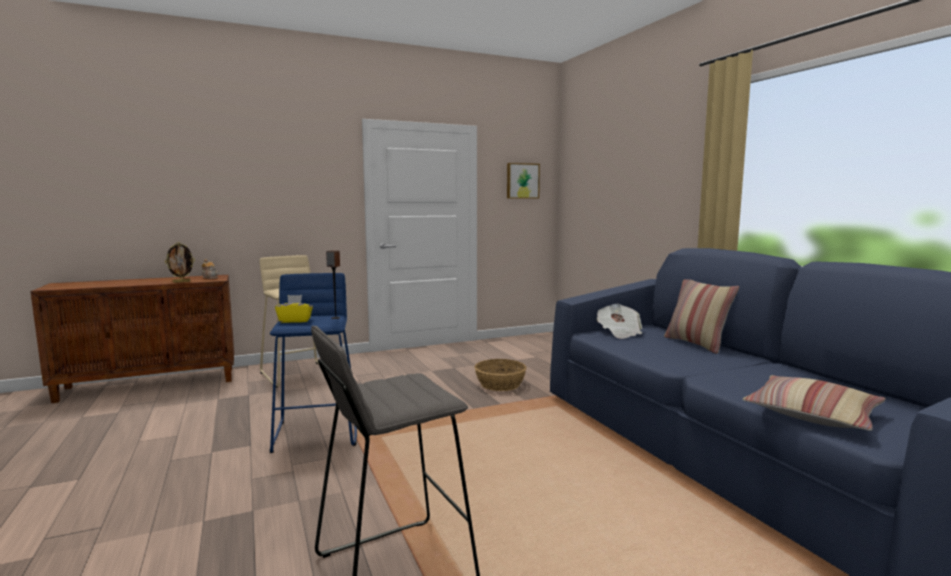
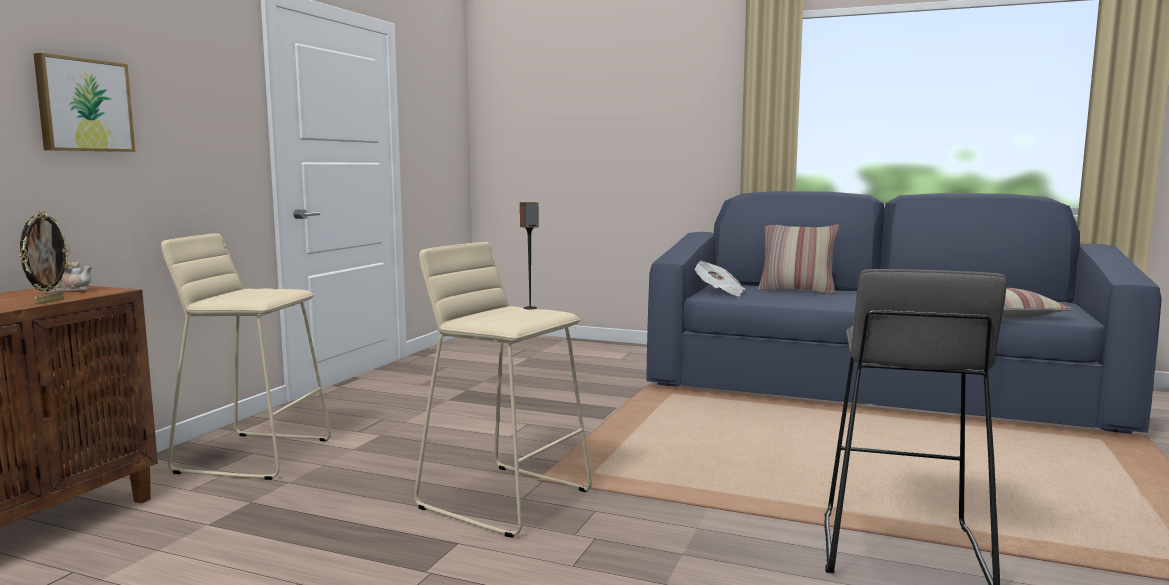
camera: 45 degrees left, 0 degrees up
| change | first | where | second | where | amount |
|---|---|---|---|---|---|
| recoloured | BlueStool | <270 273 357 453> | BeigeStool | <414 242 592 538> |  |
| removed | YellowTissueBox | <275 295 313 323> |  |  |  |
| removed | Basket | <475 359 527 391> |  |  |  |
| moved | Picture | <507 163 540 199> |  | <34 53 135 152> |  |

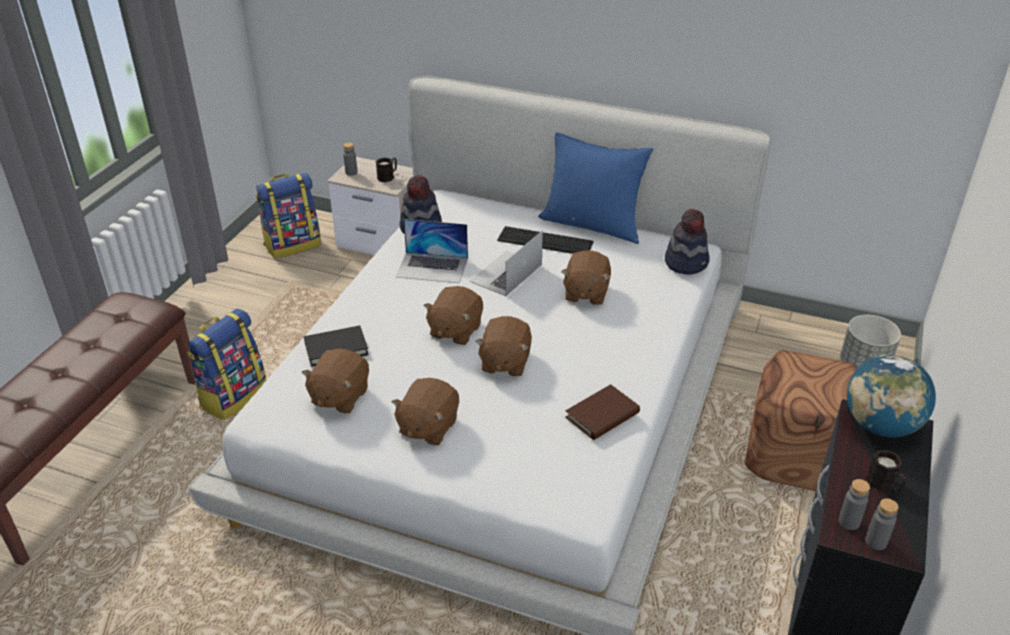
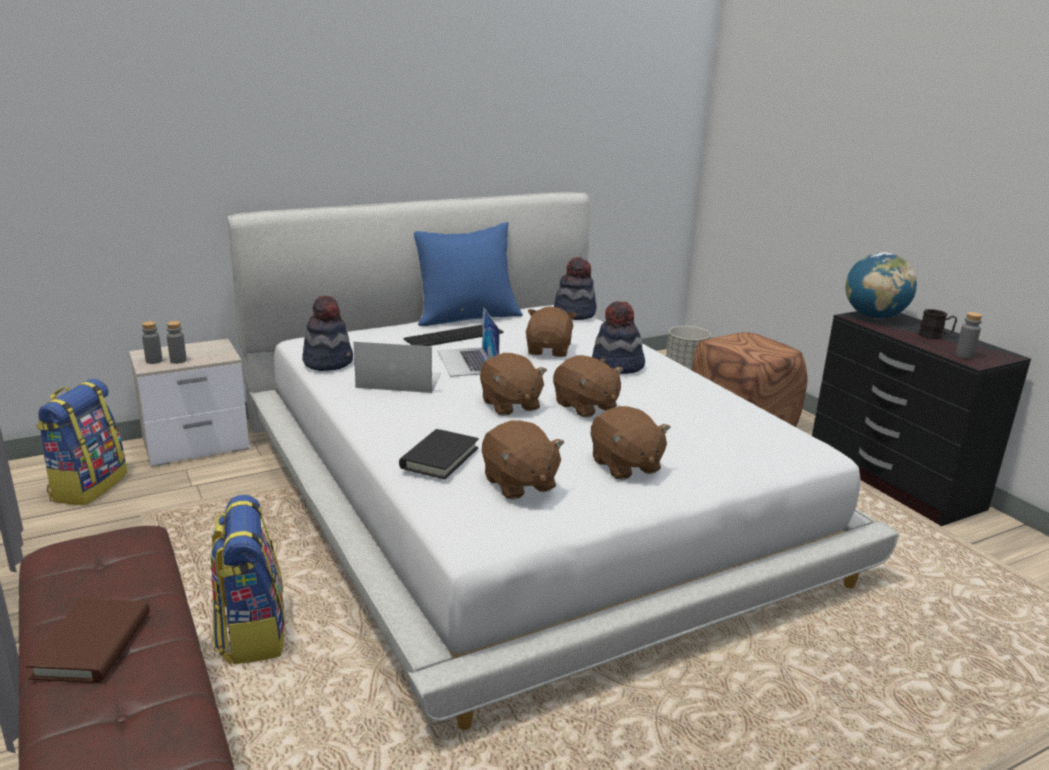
camera: 50 degrees left, 15 degrees down
| change | first | where | second | where | amount |
|---|---|---|---|---|---|
| removed | BlackMug | <376 157 397 182> |  |  |  |
| turned | Laptop | <396 219 468 283> |  | <354 342 441 393> | 135 degrees counterclockwise |
| turned | BrownPlushToy | <561 250 611 305> |  | <526 307 577 357> | 135 degrees counterclockwise |
| moved | BrownBook | <565 384 640 440> |  | <26 598 150 683> |  |
| moved | GreyBottle | <865 498 899 550> |  | <167 321 187 364> |  |
| added |  |  | Hat | <592 302 645 374> |  |

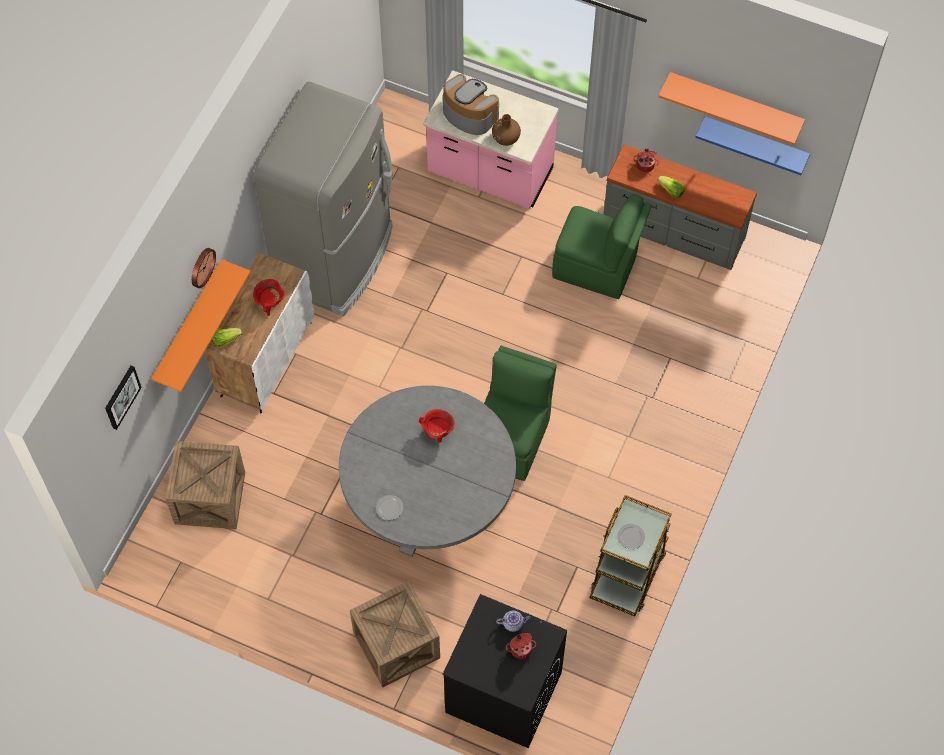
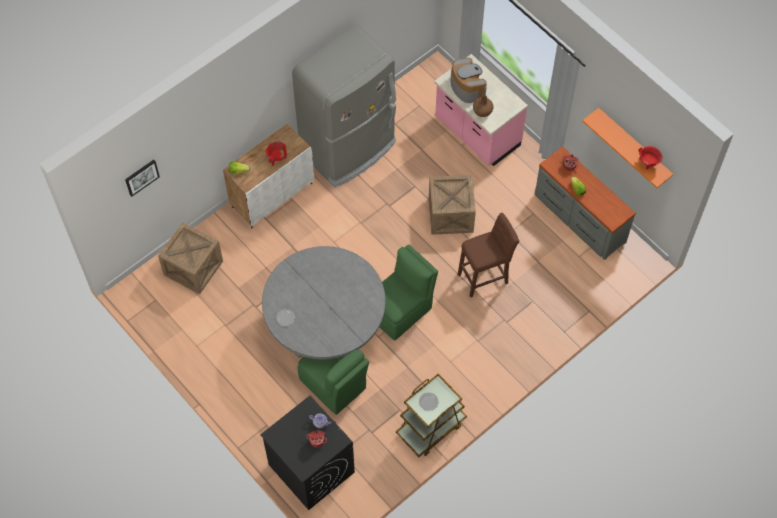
camera: 25 degrees right, 0 degrees up
| change | first | where | second | where | amount |
|---|---|---|---|---|---|
| removed | OrangeShelf | <151 259 250 392> |  |  |  |
| removed | WallClock | <192 248 216 288> |  |  |  |
| moved | Crate | <350 581 440 688> |  | <429 175 476 235> |  |
| moved | RedCookingPot | <419 409 455 442> |  | <638 146 663 170> |  |
| moved | GreenChair | <552 194 652 299> |  | <297 349 369 415> |  |
| removed | BlueShelf | <695 116 810 175> |  |  |  |
| added |  |  | BrownStool | <458 213 519 298> |  |

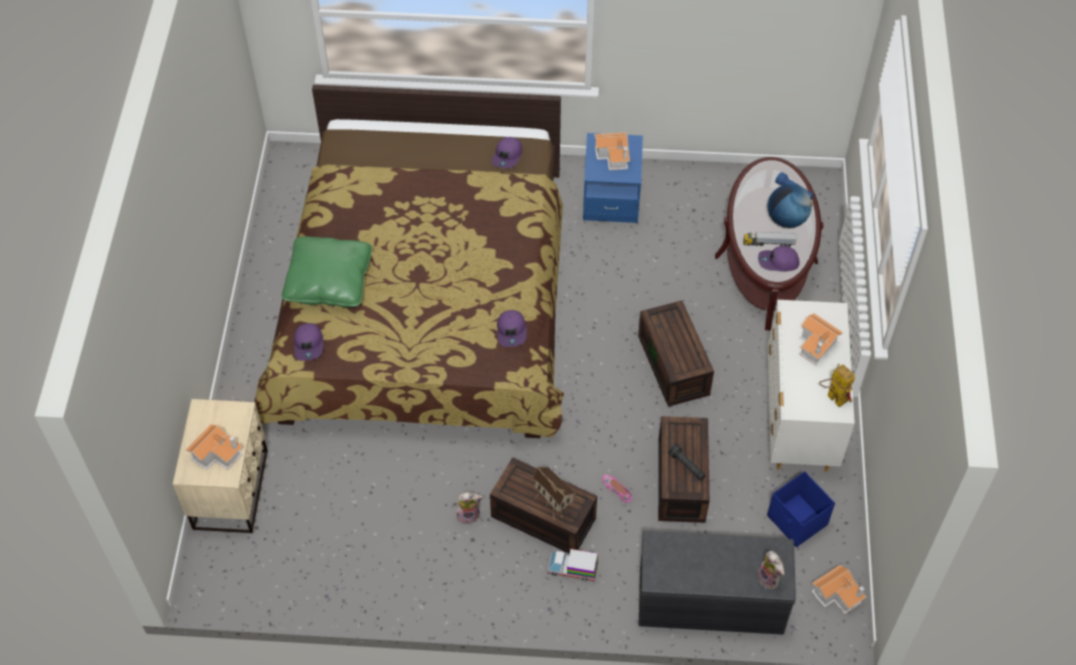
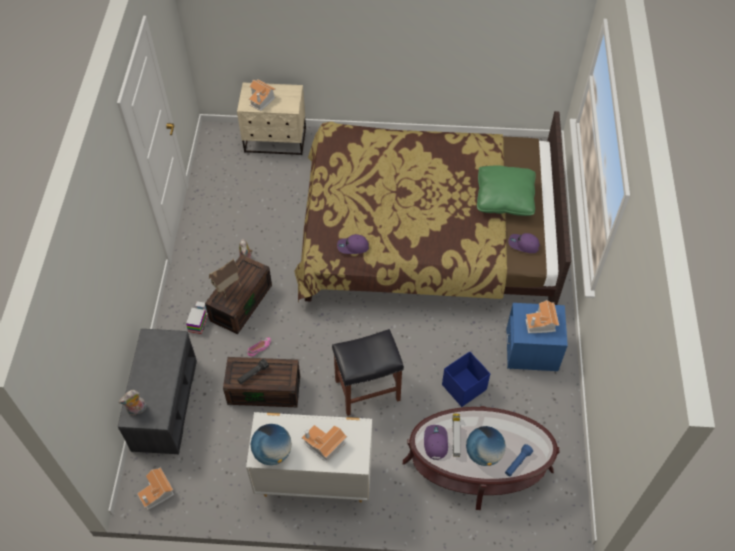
camera: 90 degrees right, 0 degrees up
| change | first | where | second | where | amount |
|---|---|---|---|---|---|
| moved | GreenPillow | <281 236 372 307> |  | <477 165 536 216> |  |
| removed | PurpleCap | <294 323 323 361> |  |  |  |
| replaced | BrownStorageBox | <638 300 714 407> | BlackStool | <332 329 404 416> |  |
| moved | BlueStorageBox | <767 471 835 547> |  | <442 351 490 407> |  |
| replaced | ToyRobot | <819 364 855 408> | Globe | <251 424 292 465> |  |

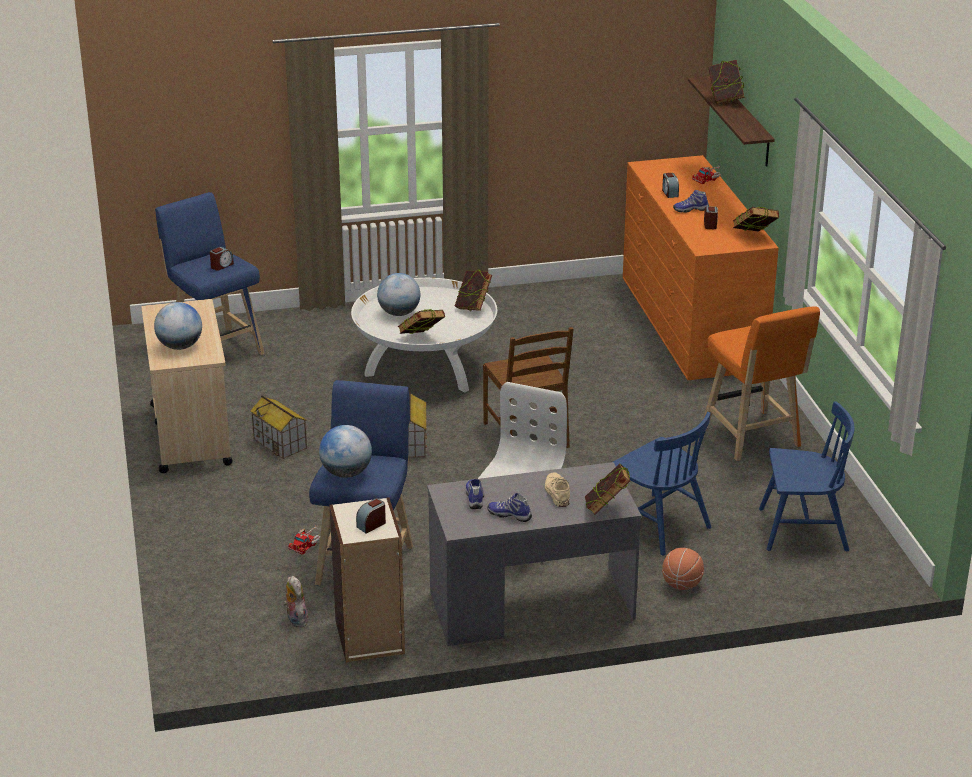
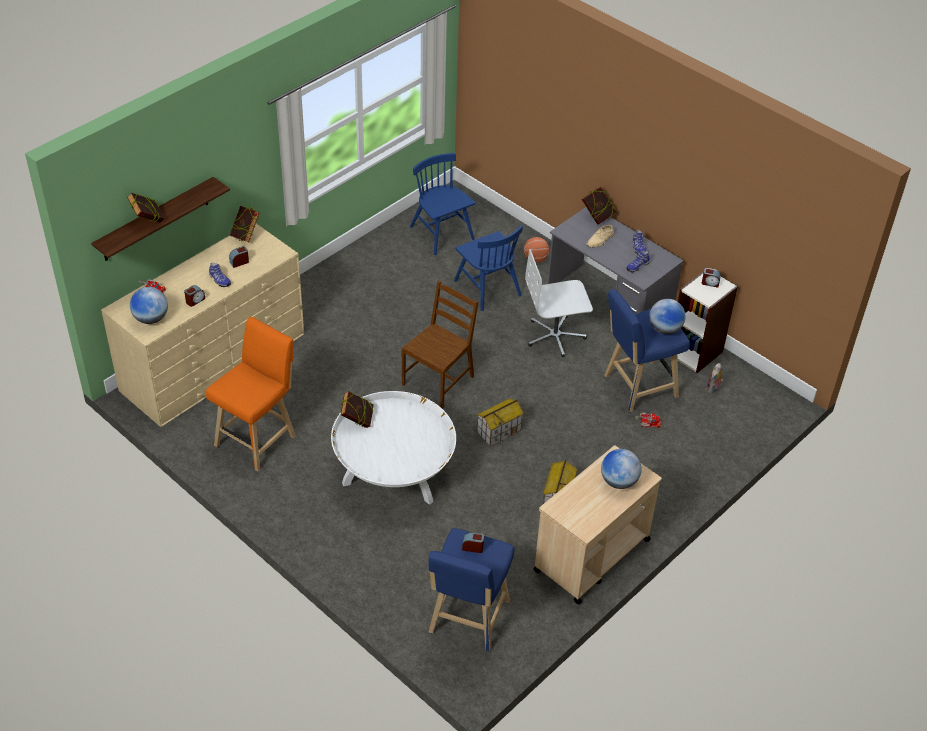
camera: 125 degrees left, 15 degrees up
| change | first | where | second | where | amount |
|---|---|---|---|---|---|
| moved | Globe | <377 273 420 316> |  | <130 287 168 324> |  |
| removed | Book | <398 309 445 334> |  |  |  |
| turned | BlueChair | <613 412 712 556> |  | <454 225 523 311> | 135 degrees clockwise |
| recoloured | OrangeDresser | <623 155 779 380> | BeigeDresser | <101 224 304 427> |  |
| moved | OrangeStool | <703 307 820 461> |  | <206 317 296 472> |  |

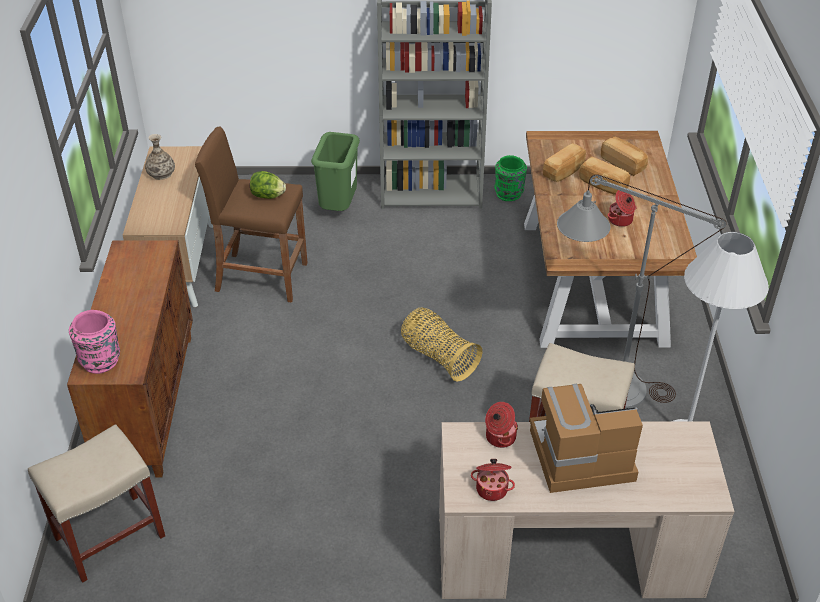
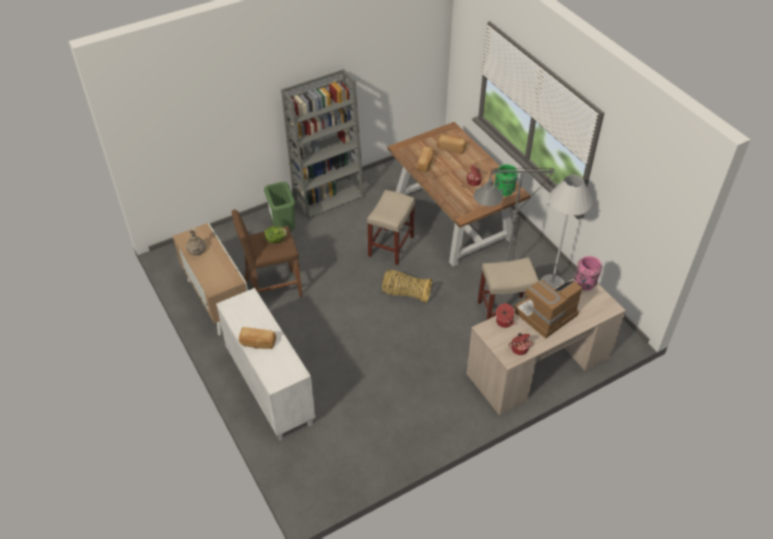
camera: 30 degrees left, 5 degrees up
| change | first | where | second | where | amount |
|---|---|---|---|---|---|
| moved | BeigeStool | <28 424 165 583> |  | <367 190 415 265> |  |
| recoloured | BrownCabinet | <67 240 193 477> | WhiteCabinet | <216 288 316 441> |  |
| moved | PinkVase | <69 310 120 374> |  | <574 256 602 291> |  |
| moved | GreenVase | <494 155 527 201> |  | <495 164 518 196> |  |
| moved | Bread | <579 156 630 195> |  | <239 327 276 349> |  |

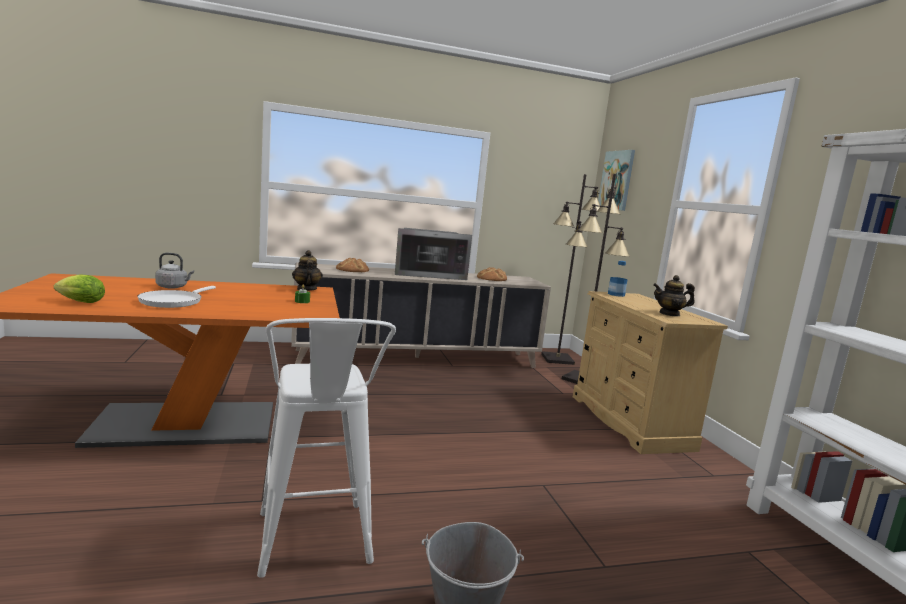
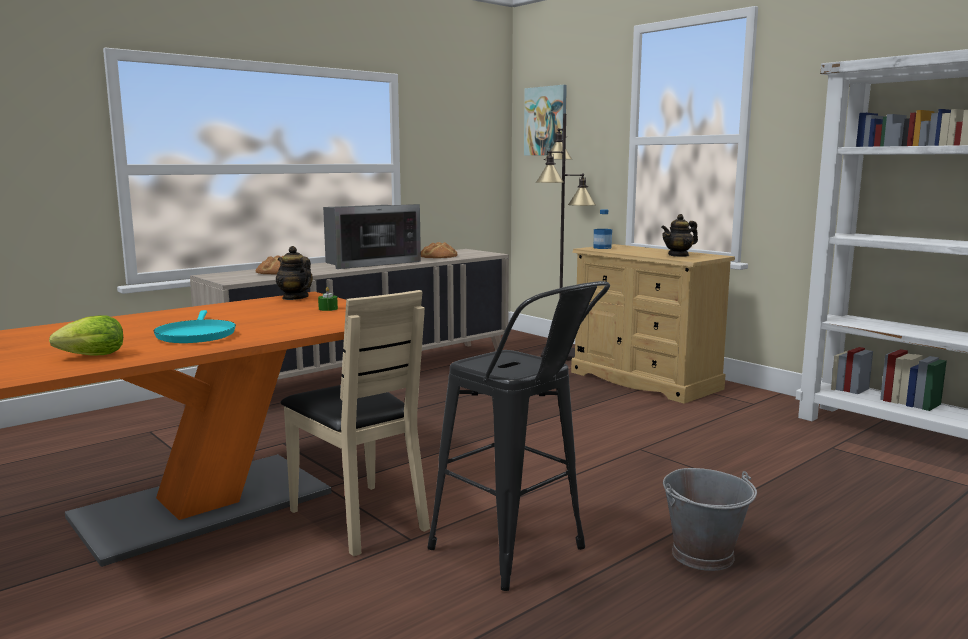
camera: 25 degrees left, 0 degrees up
| change | first | where | second | where | amount |
|---|---|---|---|---|---|
| recoloured | WhiteFryingPan | <137 286 216 308> | TurquoiseFryingPan | <154 310 236 343> |  |
| removed | GreyKettle | <155 253 194 289> |  |  |  |
| recoloured | WhiteStool | <257 318 396 578> | BlackStool | <427 281 610 591> |  |
| removed | BlackFloorLamp | <541 174 600 365> |  |  |  |
| added |  |  | BeigeChair | <281 290 430 556> |  |

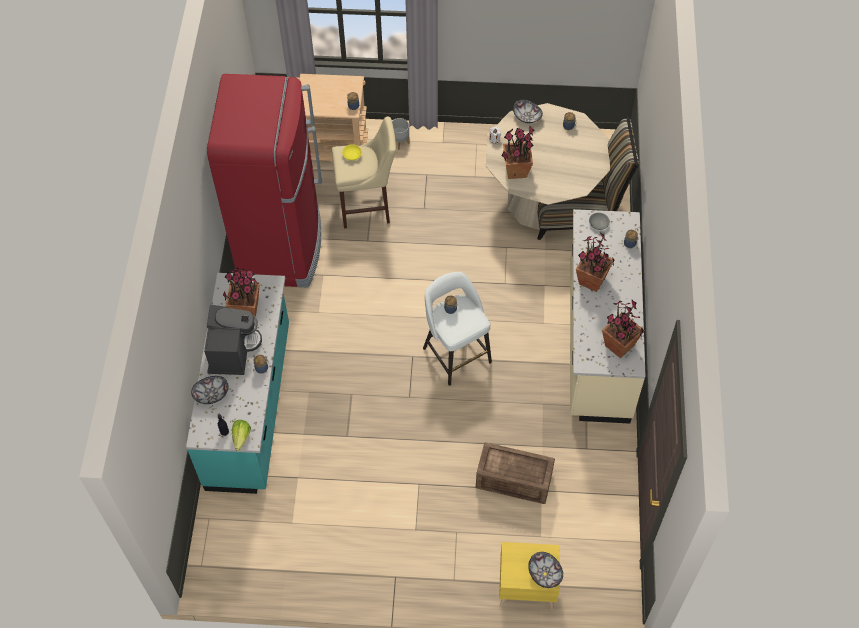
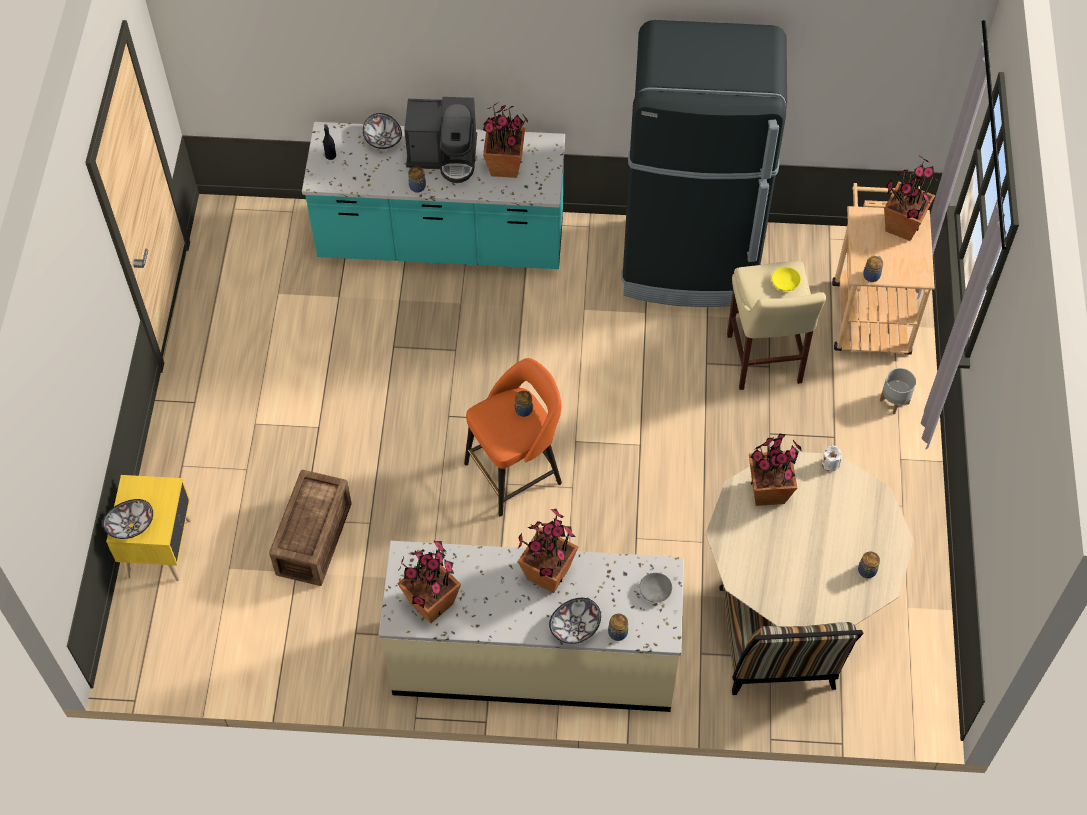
camera: 90 degrees right, 0 degrees up
| change | first | where | second | where | amount |
|---|---|---|---|---|---|
| recoloured | RedFridge | <207 74 322 288> | BlackFridge | <621 20 787 307> |  |
| removed | Lettuce | <232 420 251 451> |  |  |  |
| recoloured | WhiteStool | <423 272 492 386> | OrangeStool | <464 358 562 517> |  |
| moved | Bowl | <513 100 543 123> |  | <549 598 601 644> |  |
| added |  |  | PottedPlant | <884 156 938 241> |  |

